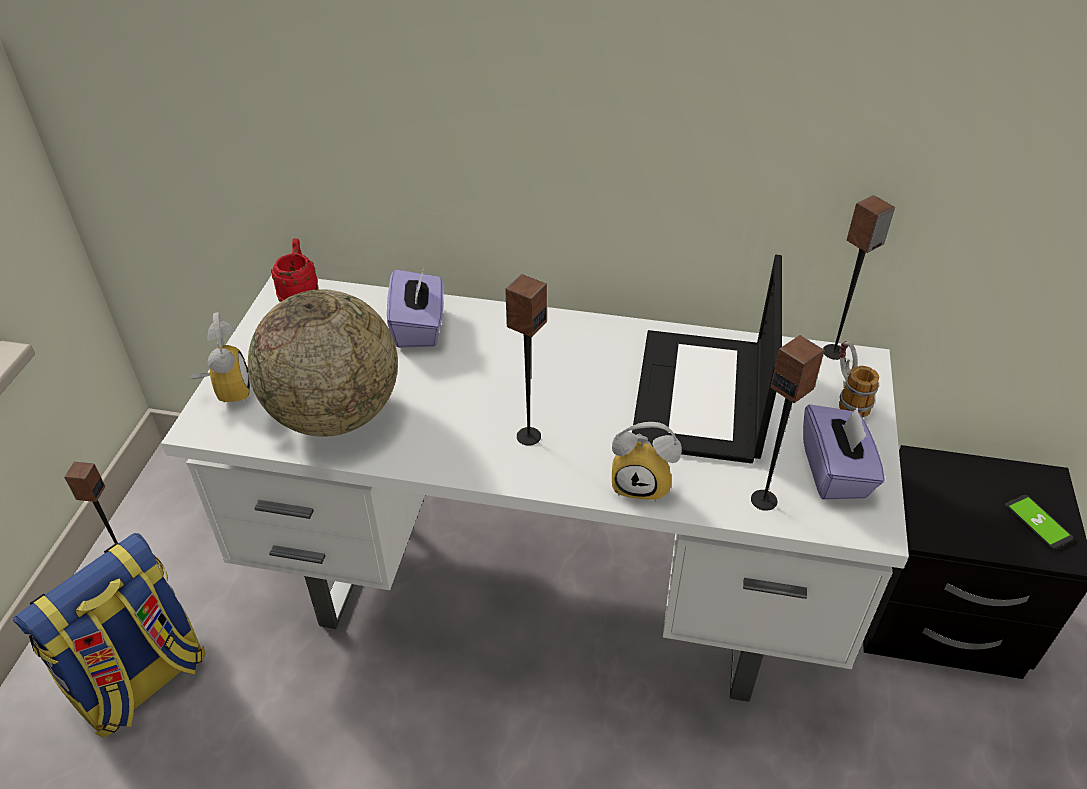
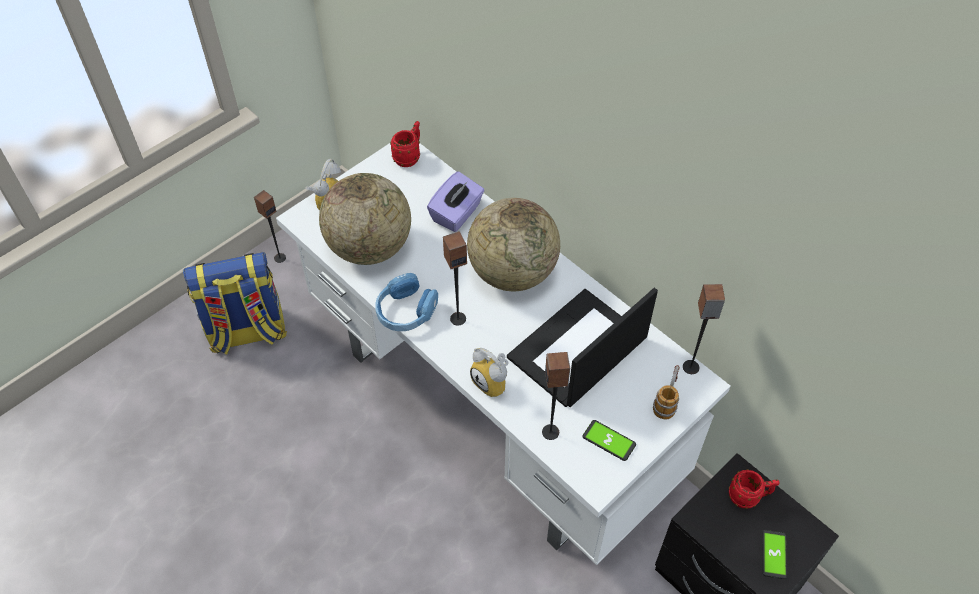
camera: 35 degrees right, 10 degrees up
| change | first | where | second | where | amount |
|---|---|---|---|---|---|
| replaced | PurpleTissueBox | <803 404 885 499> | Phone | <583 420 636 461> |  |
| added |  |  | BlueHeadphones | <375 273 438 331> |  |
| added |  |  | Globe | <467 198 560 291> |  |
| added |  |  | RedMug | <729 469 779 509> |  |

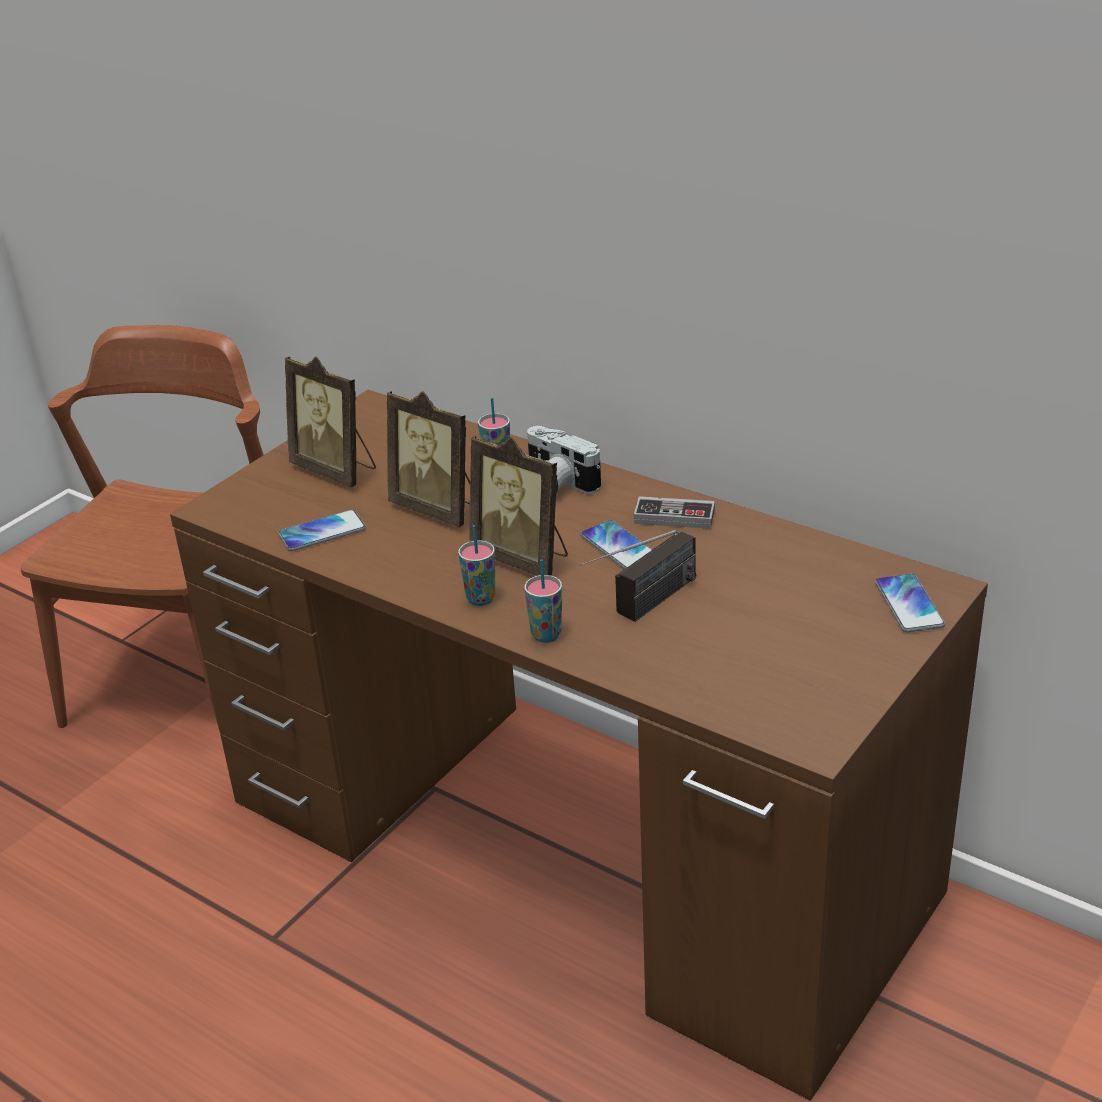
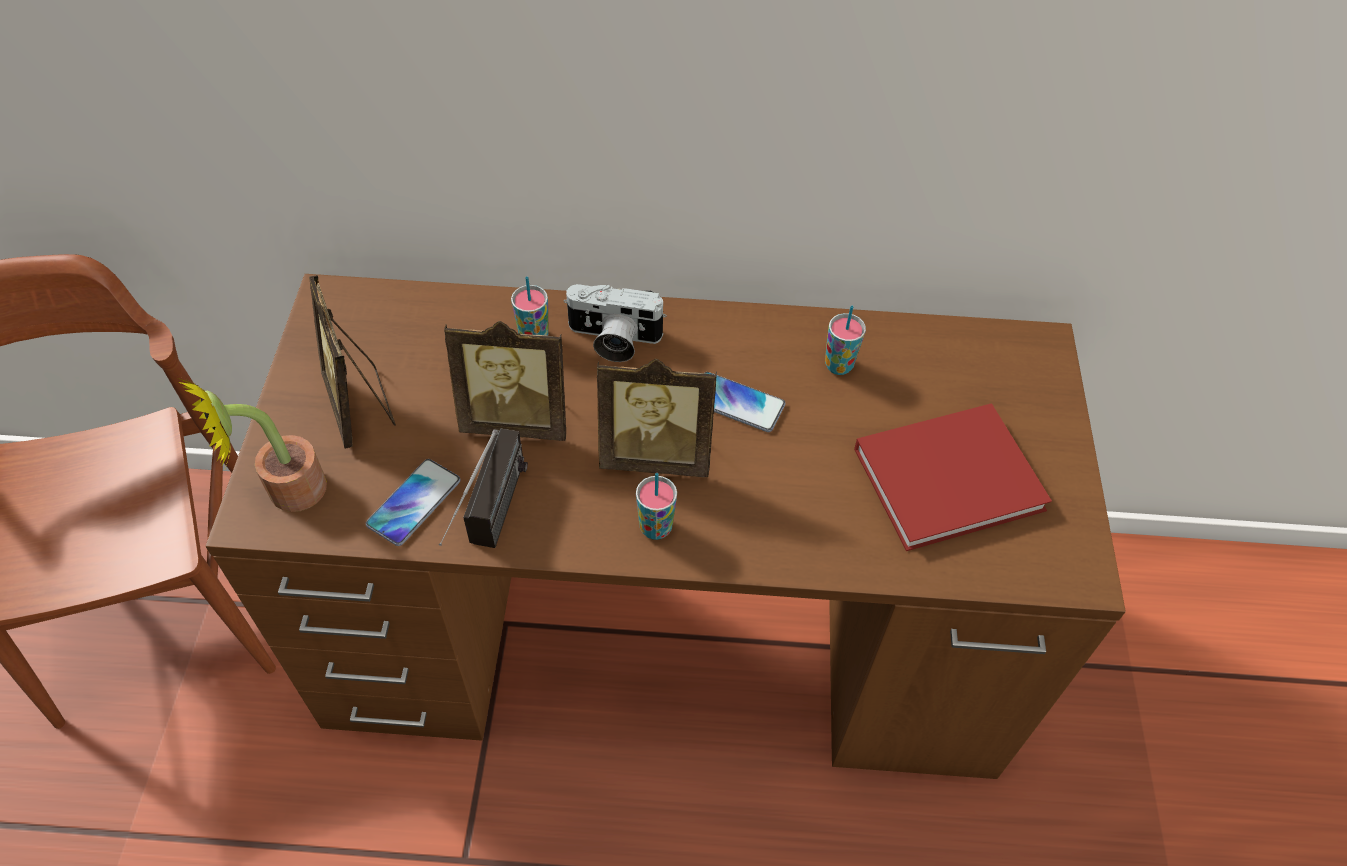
camera: 35 degrees left, 20 degrees up
| change | first | where | second | where | amount |
|---|---|---|---|---|---|
| turned | PictureFrame | <285 356 376 487> |  | <309 275 396 449> | 60 degrees clockwise |
| moved | Cup | <524 559 562 643> |  | <825 306 866 375> |  |
| moved | Radio | <579 530 697 622> |  | <439 428 528 548> |  |
| removed | GameController | <634 496 715 529> |  |  |  |
| removed | Phone | <875 574 945 632> |  |  |  |
| added |  |  | PottedPlant | <178 376 327 512> |  |
| added |  |  | RedBook | <854 403 1052 551> |  |

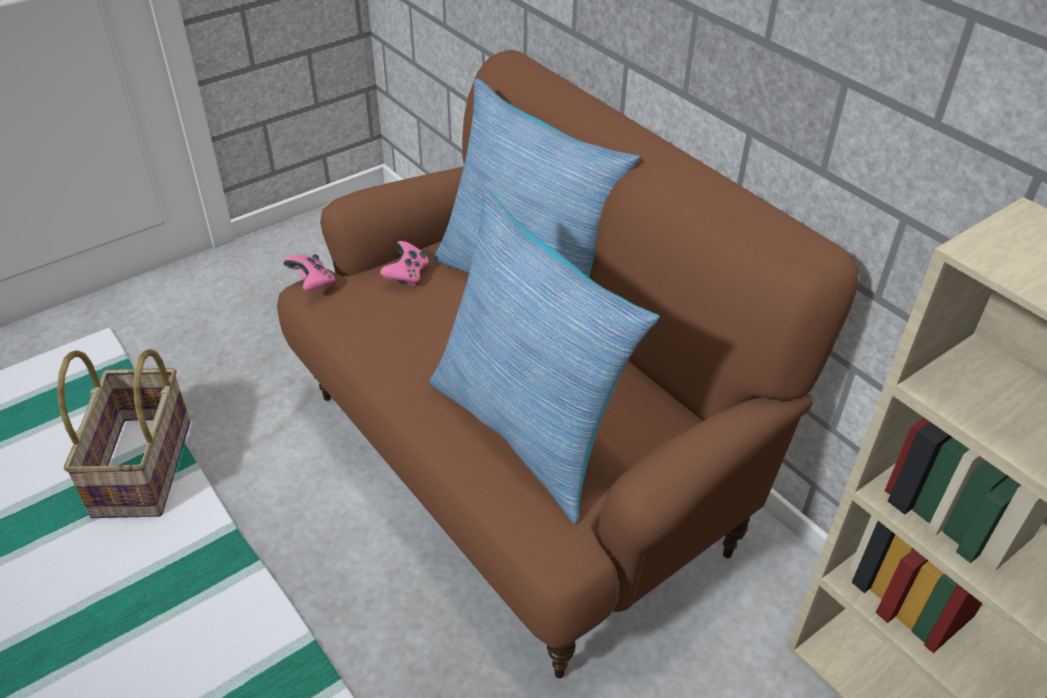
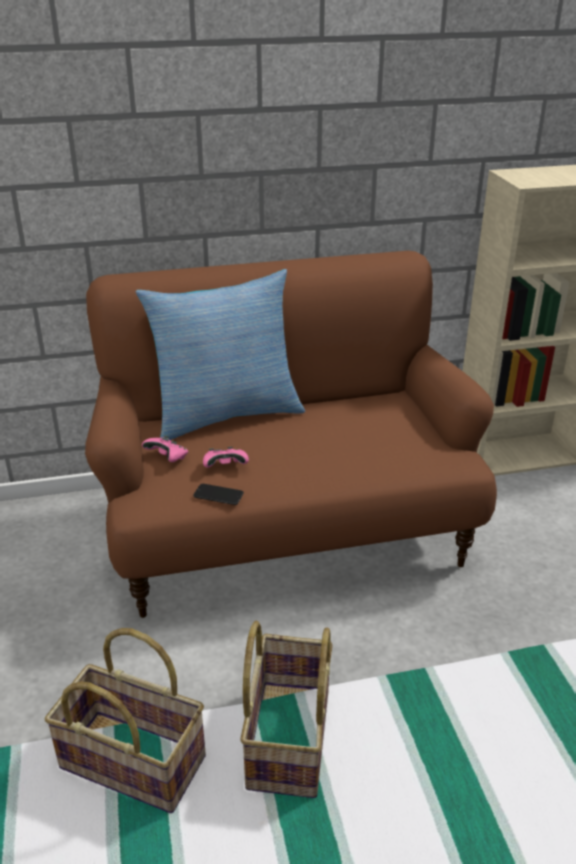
camera: 65 degrees left, 10 degrees down
| change | first | where | second | where | amount |
|---|---|---|---|---|---|
| moved | PinkGameController | <283 254 335 291> |  | <203 447 249 468> |  |
| removed | Pillow | <430 190 660 523> |  |  |  |
| added |  |  | Phone | <193 484 244 505> |  |
| added |  |  | Basket | <240 620 333 798> |  |

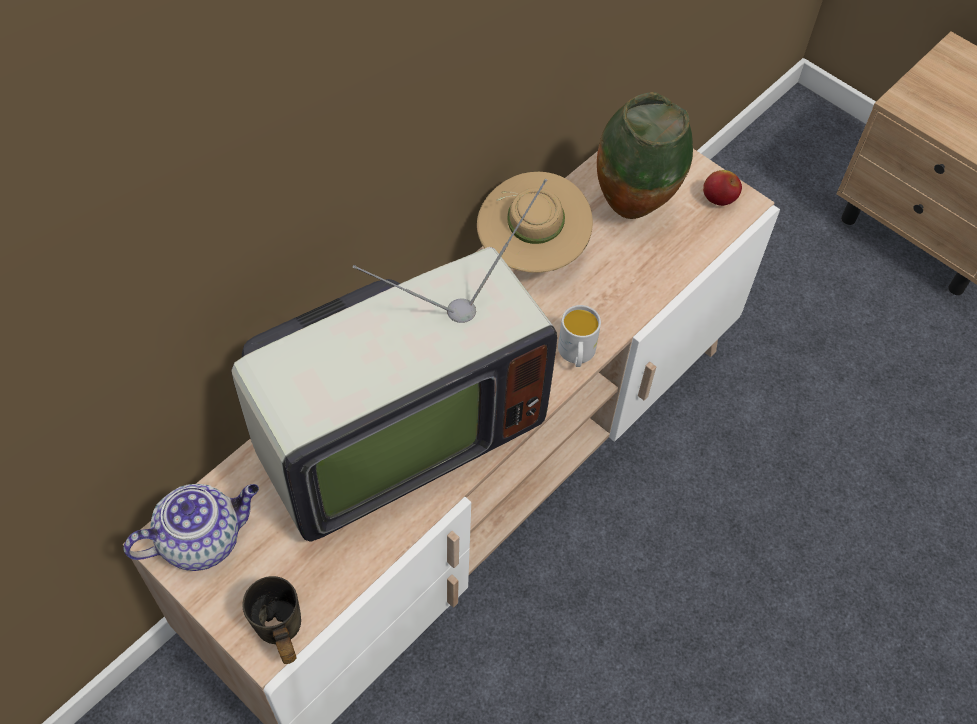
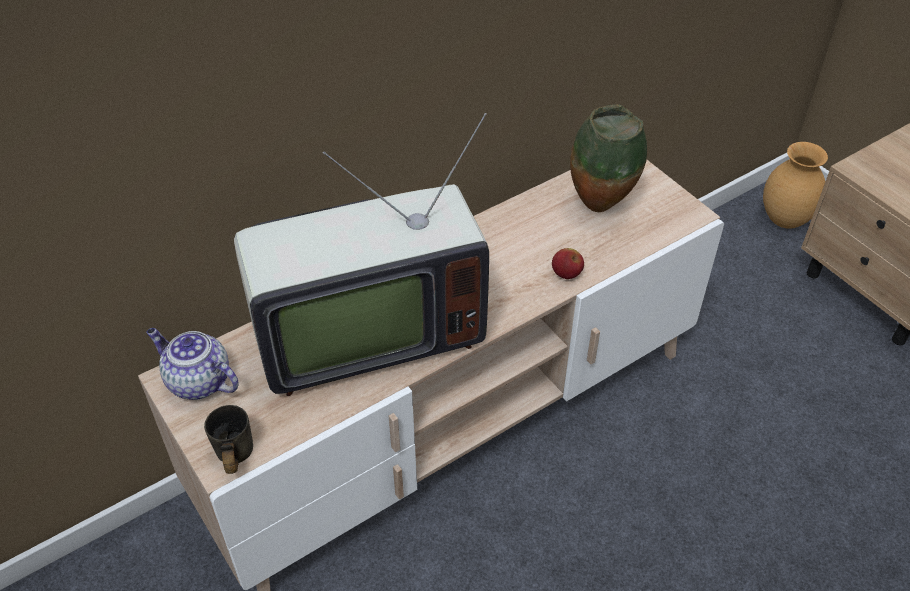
camera: 15 degrees right, 10 degrees down
| change | first | where | second | where | amount |
|---|---|---|---|---|---|
| turned | Teapot | <124 484 259 571> |  | <146 328 239 400> | 135 degrees counterclockwise |
| removed | BeigeHat | <477 172 593 273> |  |  |  |
| removed | WhiteMug | <558 305 601 367> |  |  |  |
| moved | Apple | <703 170 742 206> |  | <552 248 584 279> |  |
| added |  |  | BrownVase | <763 142 828 229> |  |

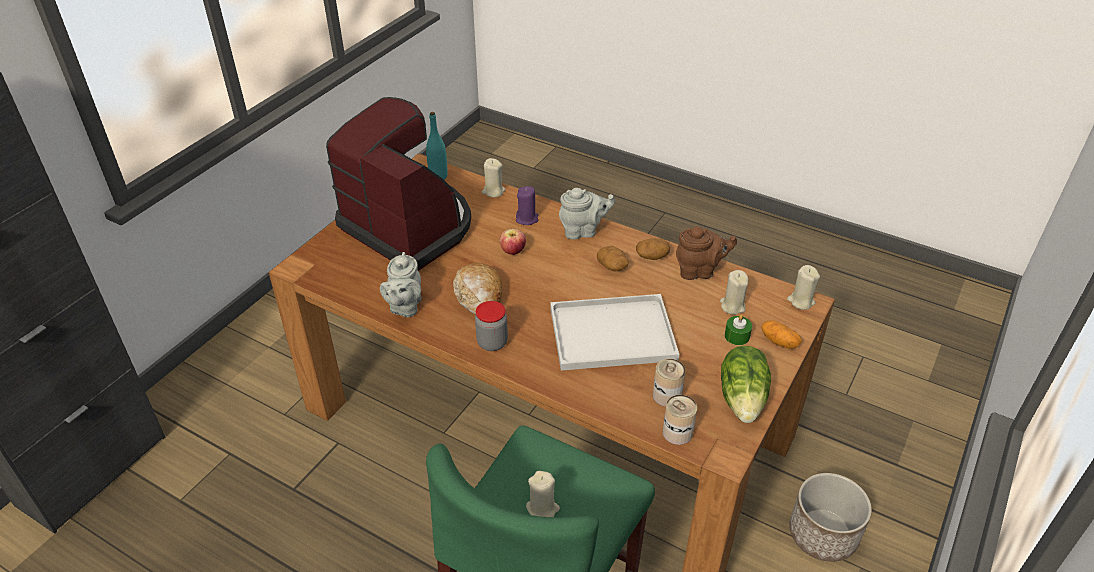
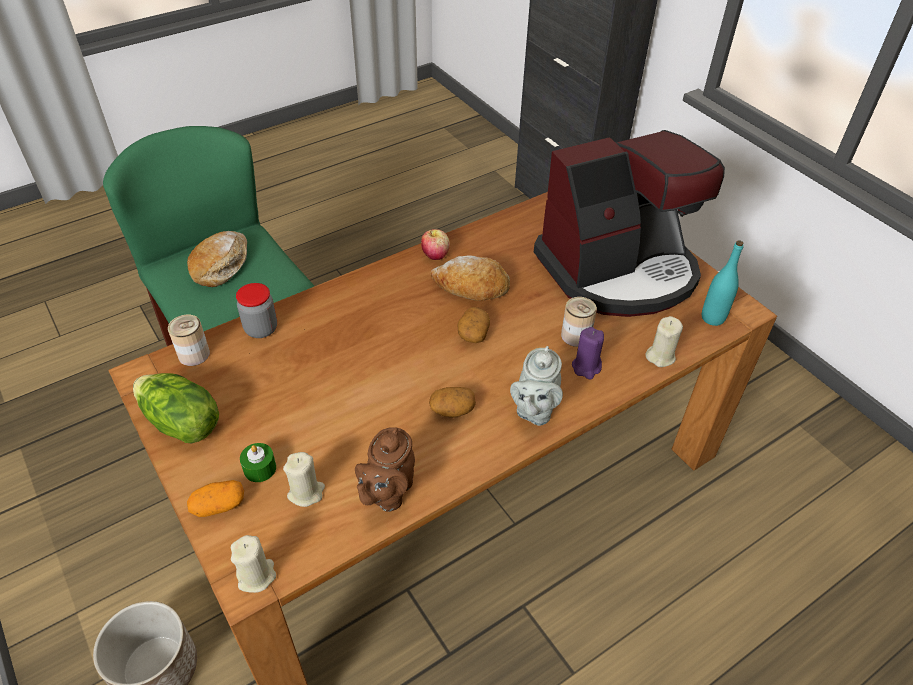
camera: 115 degrees right, 5 degrees up
| change | first | where | second | where | amount |
|---|---|---|---|---|---|
| removed | GreyTeapot | <380 252 421 317> |  |  |  |
| moved | Jar | <475 301 508 351> |  | <236 283 277 338> |  |
| moved | Apple | <499 229 526 255> |  | <421 229 450 260> |  |
| replaced | BeigeCandle | <526 471 560 517> | Bread | <187 231 247 287> |  |
| removed | WhiteTray | <550 294 679 371> |  |  |  |
| moved | Potato | <636 238 670 260> |  | <457 307 490 343> |  |
| moved | Can | <653 359 686 407> |  | <561 297 597 347> |  |

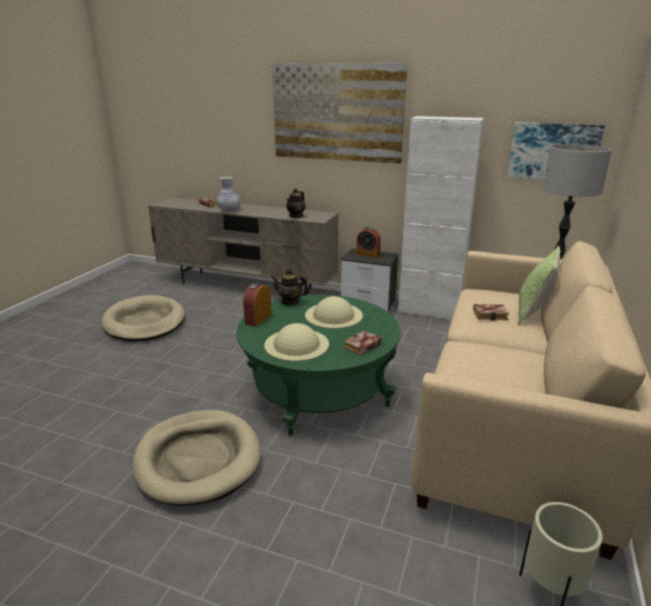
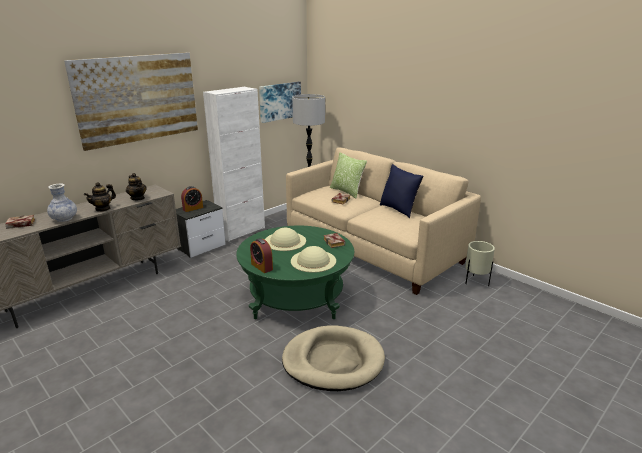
camera: 65 degrees left, 0 degrees up
| change | first | where | second | where | amount |
|---|---|---|---|---|---|
| removed | BeigeDogBed | <101 295 185 342> |  |  |  |
| moved | Teapot | <271 268 309 306> |  | <84 182 116 212> |  |
| added |  |  | BluePillow | <380 164 424 218> |  |

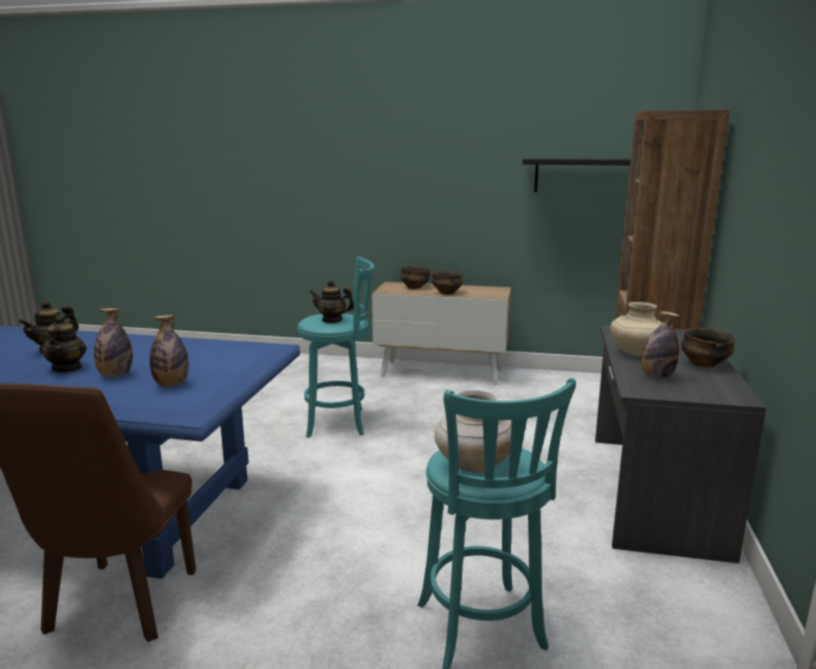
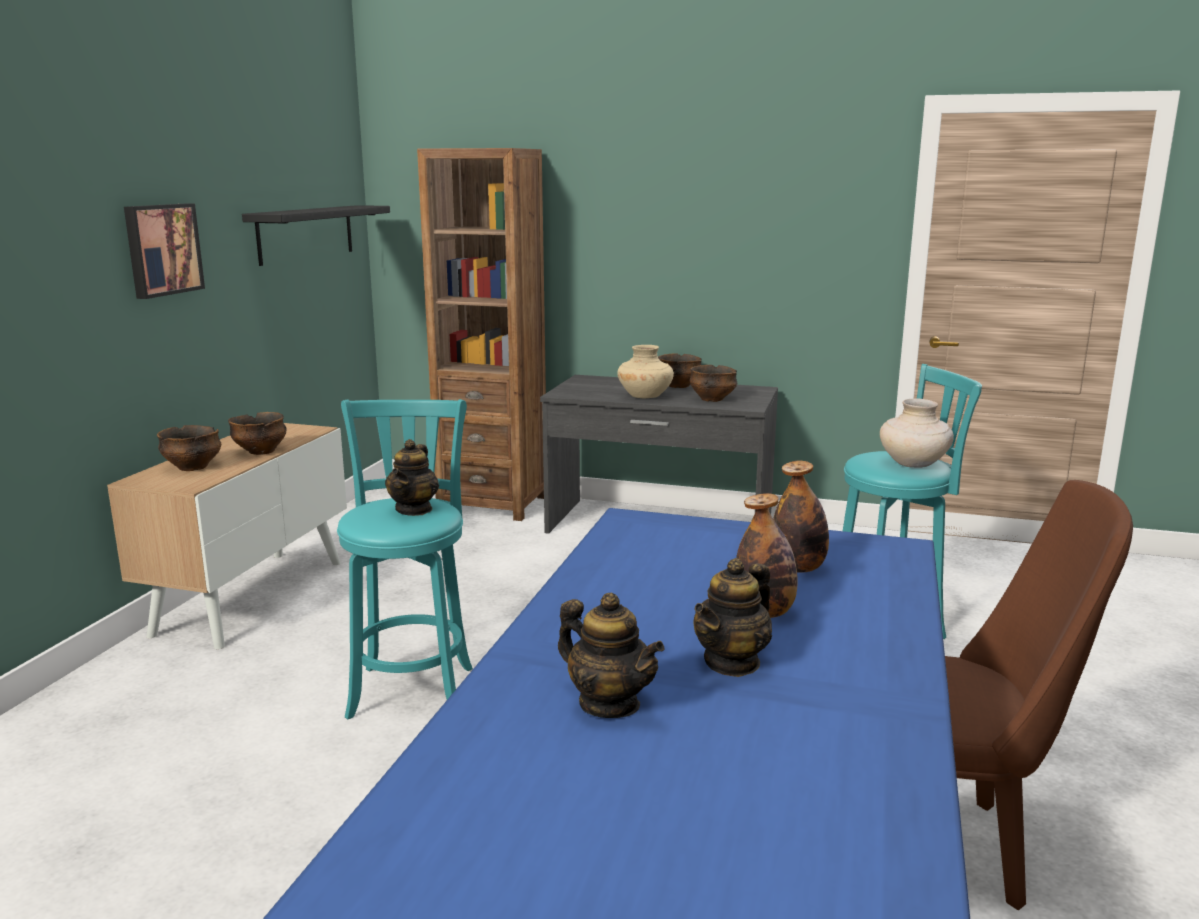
camera: 85 degrees left, 0 degrees up
| change | first | where | second | where | amount |
|---|---|---|---|---|---|
| turned | Teapot | <41 315 86 372> |  | <694 558 772 677> | 135 degrees clockwise |
| replaced | Bottle | <641 311 679 379> | Bowl | <690 365 737 402> |  |
| added |  |  | Picture | <124 203 205 299> |  |

